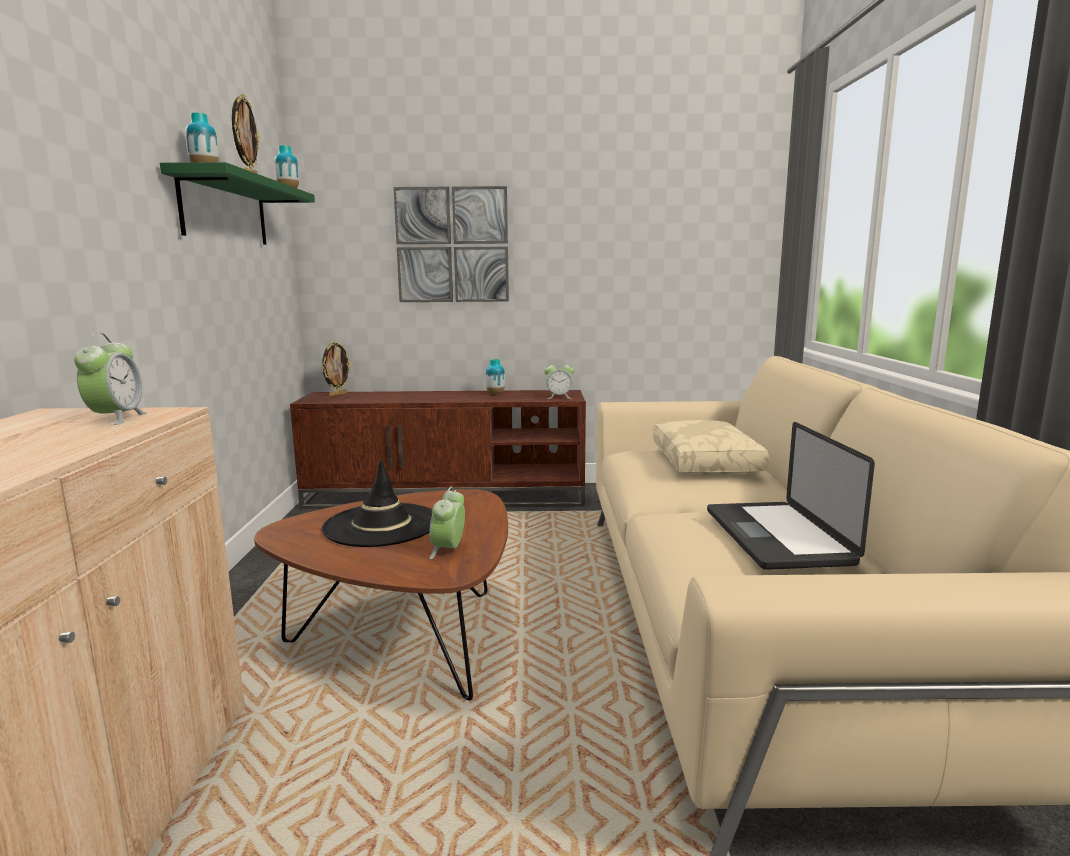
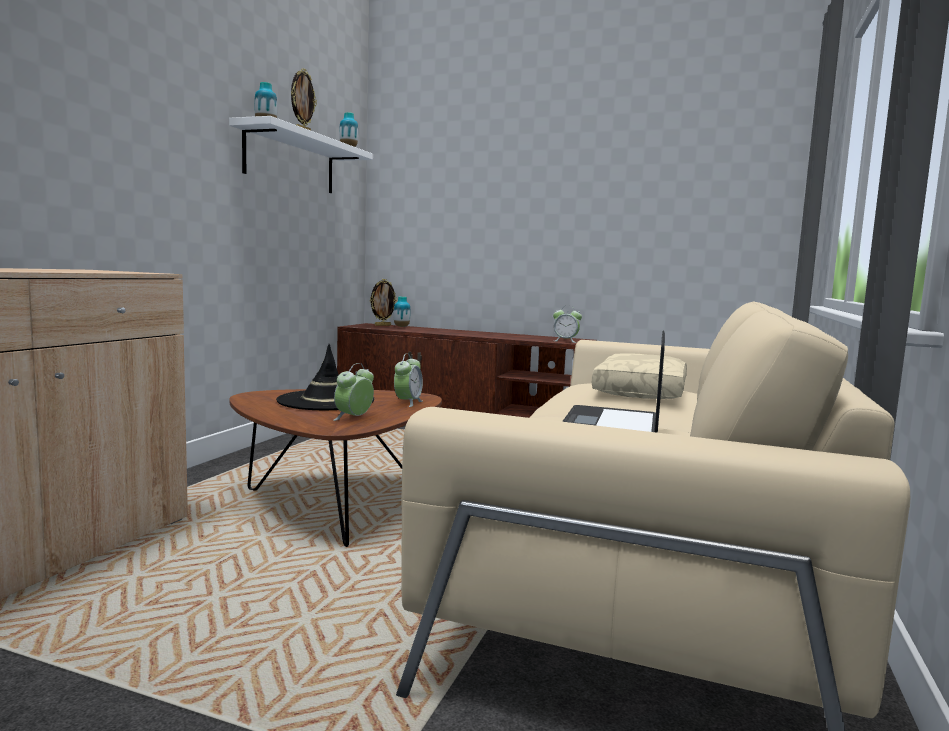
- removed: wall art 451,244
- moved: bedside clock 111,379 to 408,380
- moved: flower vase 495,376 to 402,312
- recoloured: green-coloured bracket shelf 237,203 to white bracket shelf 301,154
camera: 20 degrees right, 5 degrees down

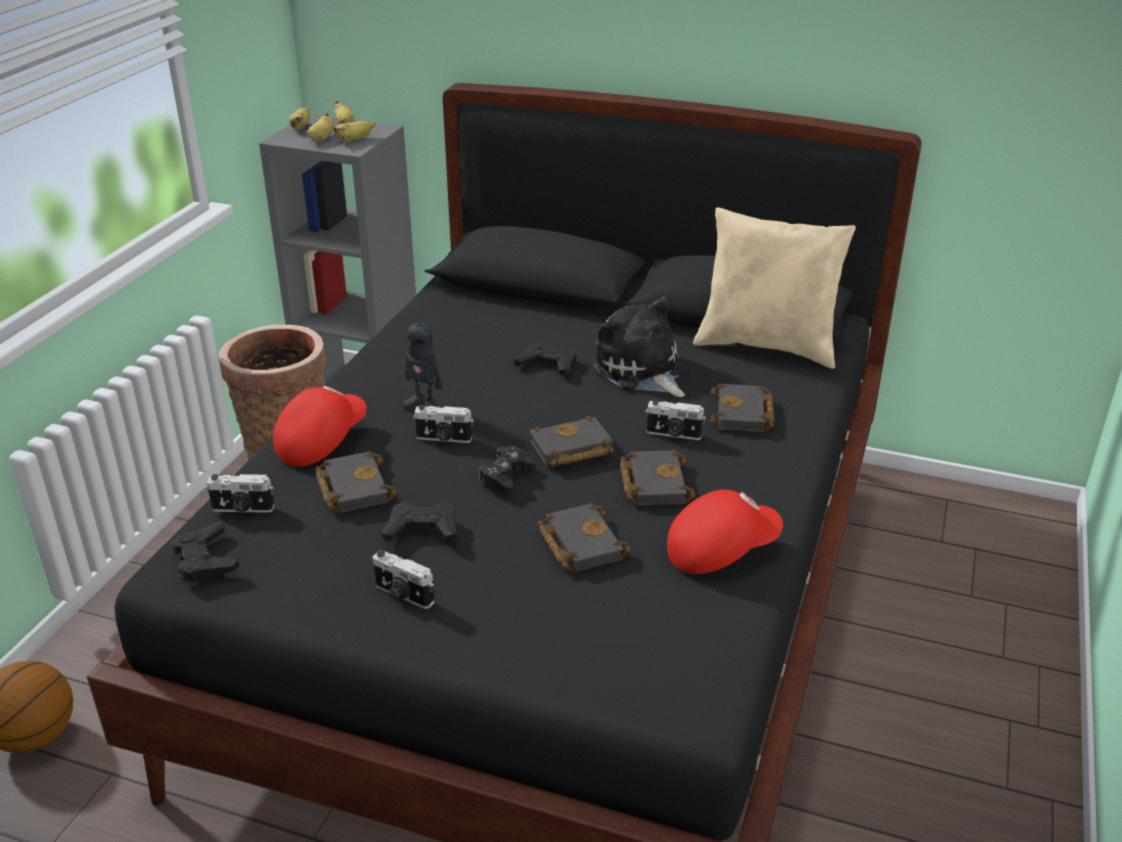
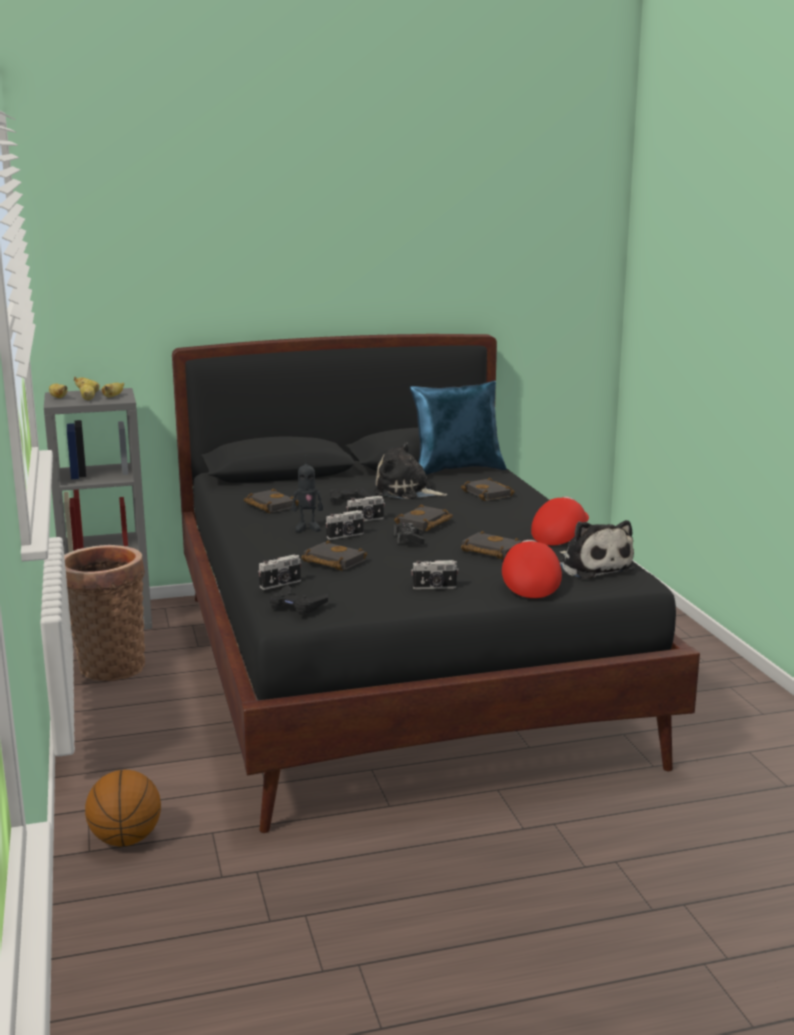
- removed: black gamepad 419,522
- added: plush toy 596,549
- moved: reddish baseball cap 320,426 to 532,569
- moved: black volume 657,478 to 271,500
- moved: still camera 675,419 to 365,508
- recoloured: beige-coloured throw pillow 774,288 to blue-coloured throw pillow 458,428
camera: 35 degrees left, 15 degrees down

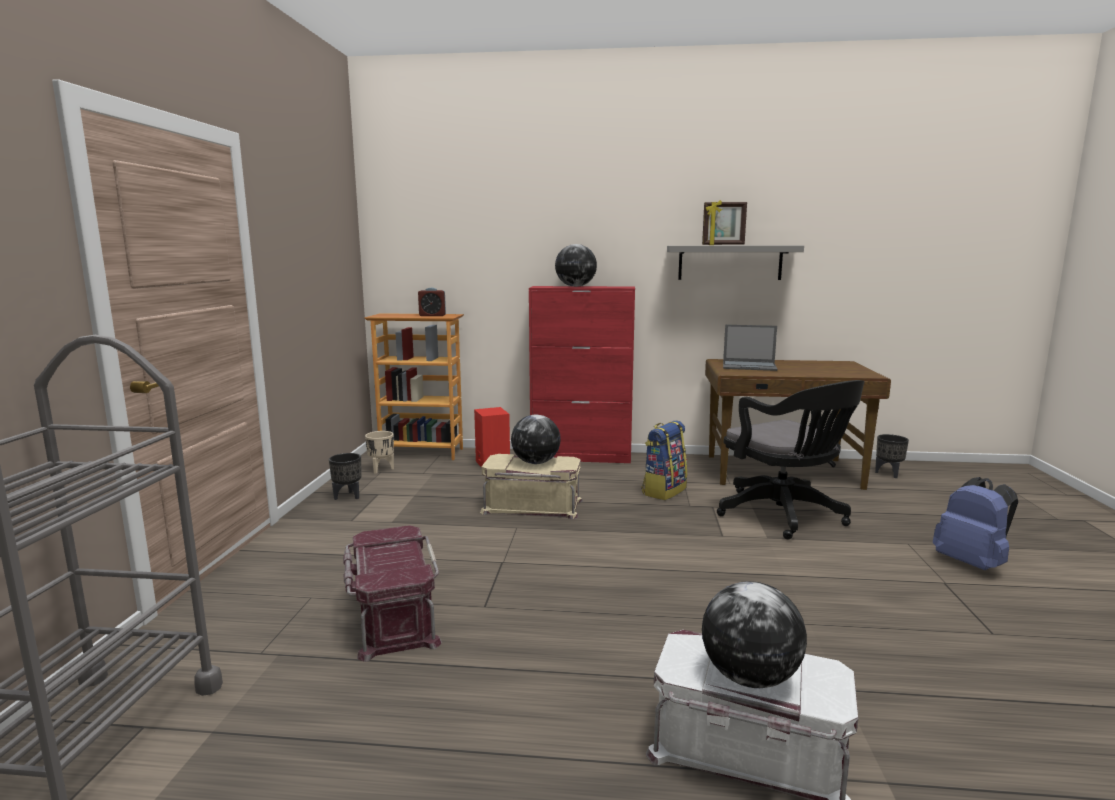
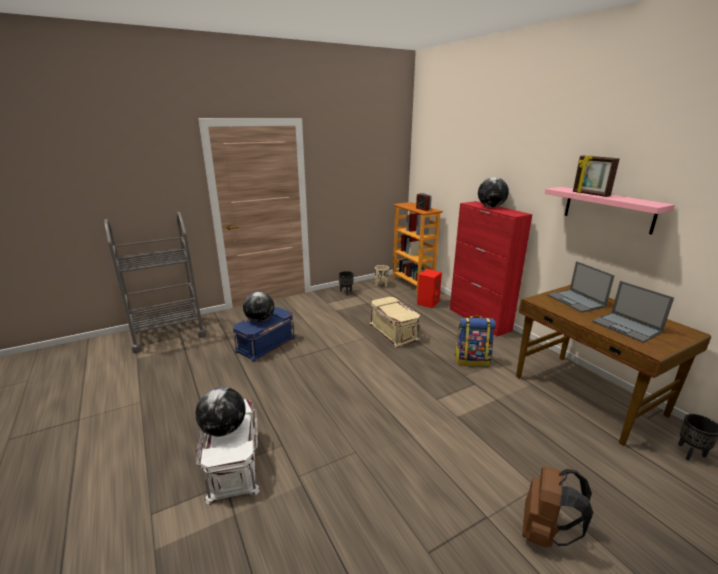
- removed: black computer chair 790,459
- added: laptop 633,312
- moved: desk globe 536,439 to 258,306
- recoloured: reddish storage container 392,593 to blue-coloured storage container 265,334
- recoloured: gray bracket shelf 735,262 to pinkish bracket shelf 610,211
- recoloured: blue-coloured knapsack 975,523 to brownish knapsack 557,507
camera: 55 degrees right, 10 degrees up

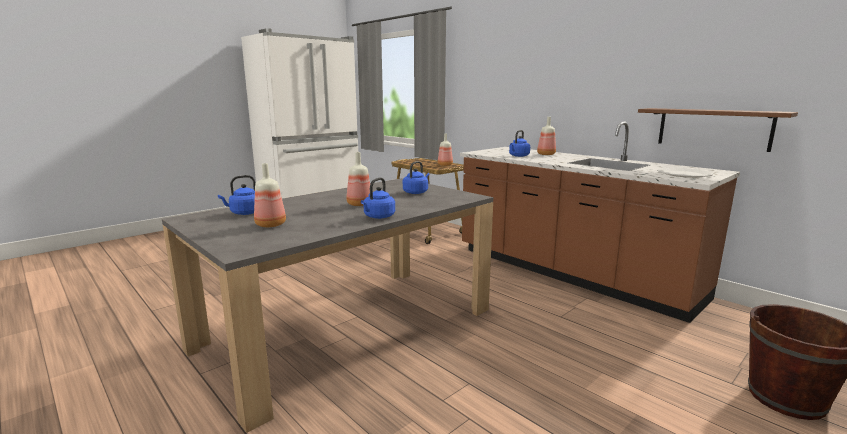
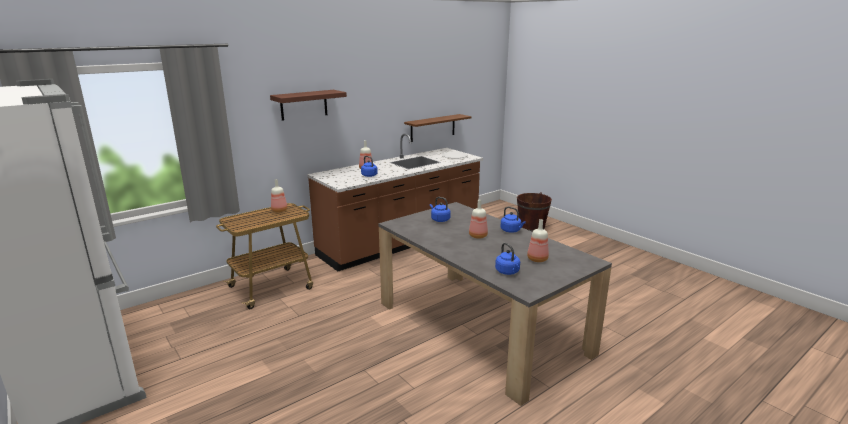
- added: bracket shelf 308,105
camera: 85 degrees left, 5 degrees up

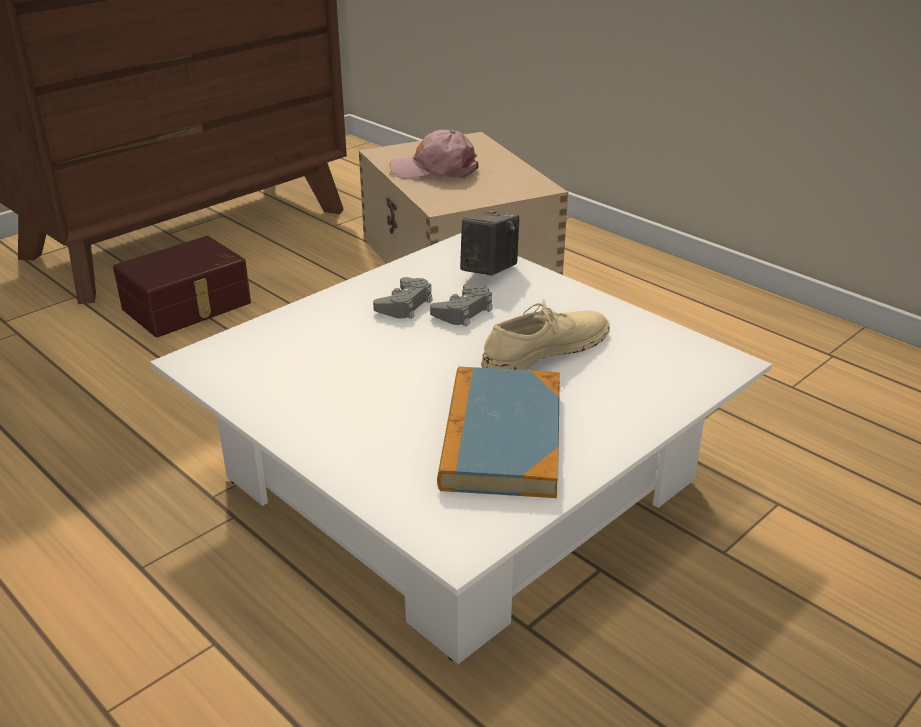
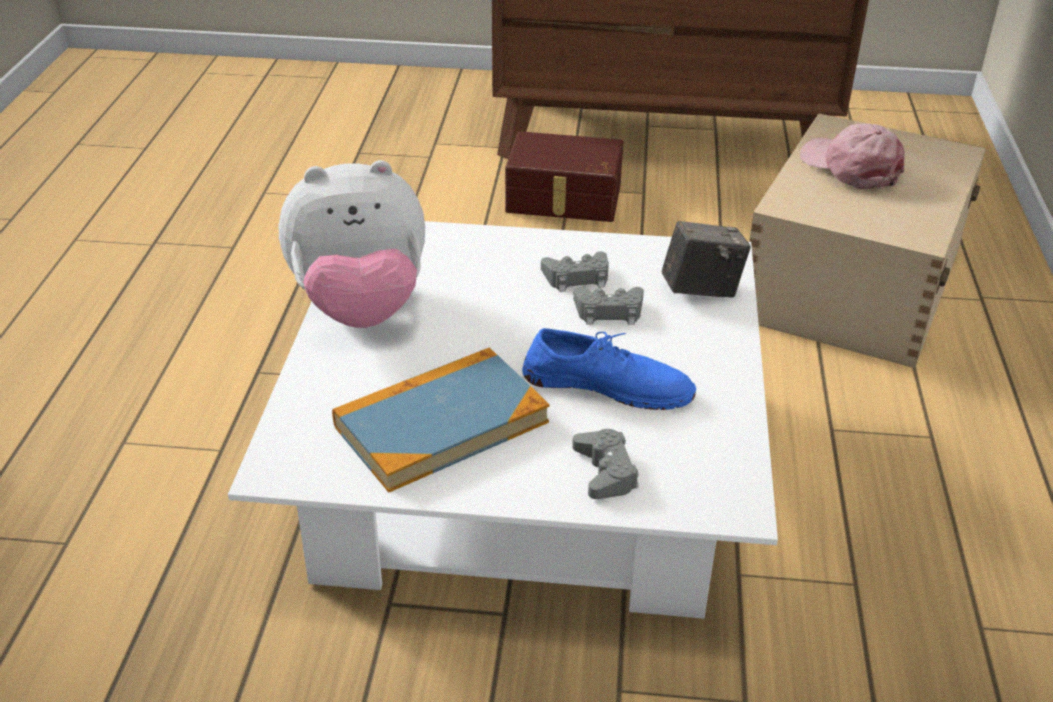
- added: plush toy 352,244
- added: gray gamepad 605,464
- recoloured: beige-coloured low shoe 545,334 to blue-coloured low shoe 609,369
camera: 50 degrees right, 5 degrees up

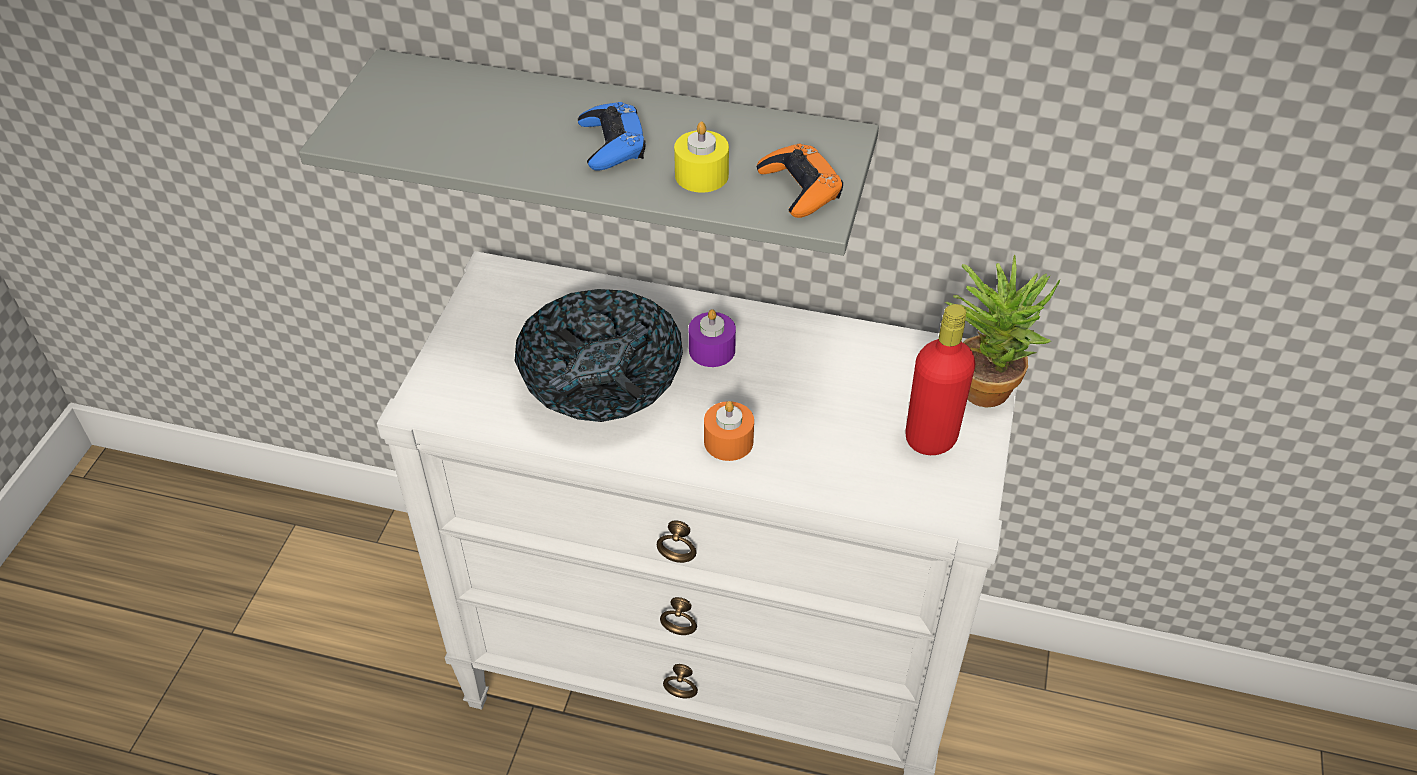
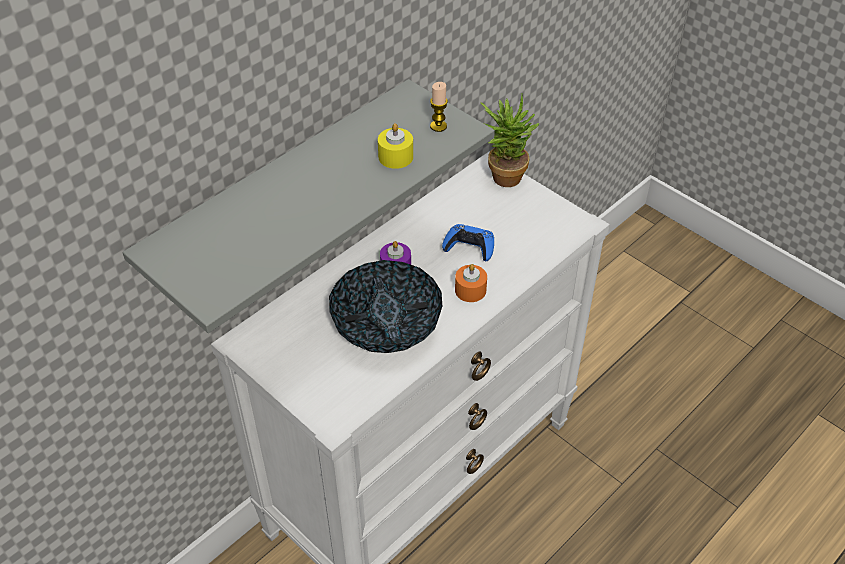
- removed: reddish drink bottle 940,379
- moved: blue-coloured gamepad 612,136 to 468,242
- replaced: orange gamepad 799,181 to wax candle 439,107
camera: 60 degrees left, 0 degrees up

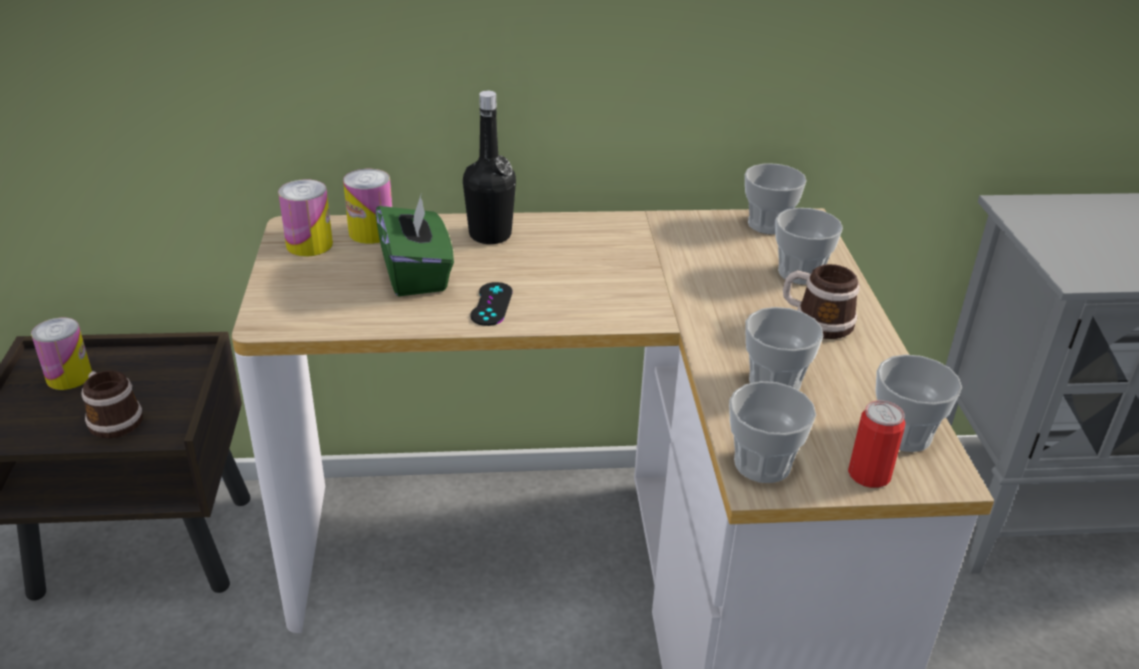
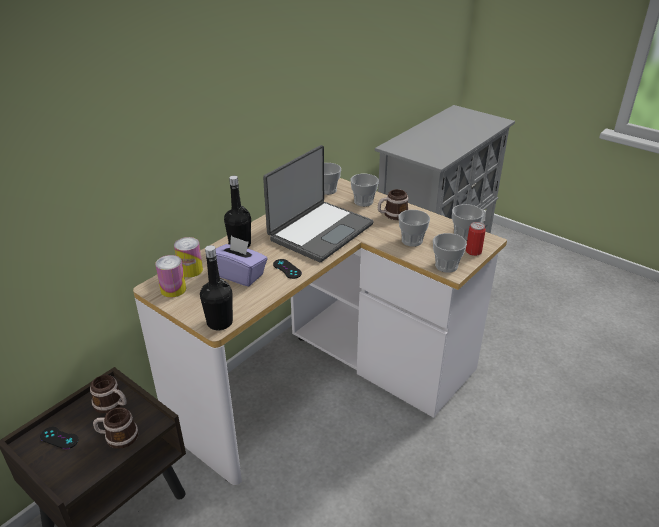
- added: mug 108,394
- added: black drink bottle 216,287
- added: laptop 318,203
- replaced: can 61,354 to black gamepad 59,438
- recoloured: green-coloured tissue box 415,245 to purple tissue box 242,261
camera: 45 degrees left, 0 degrees up

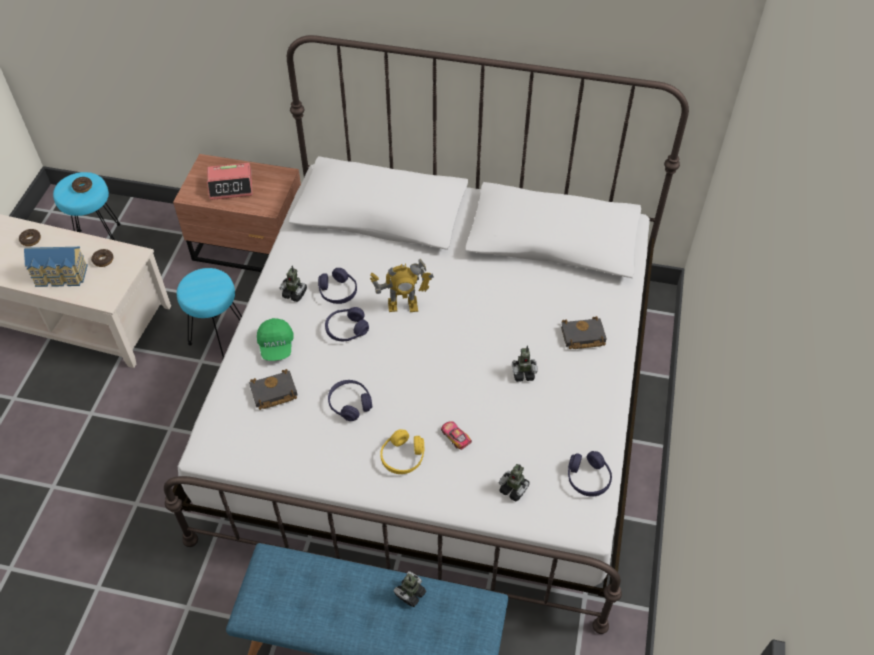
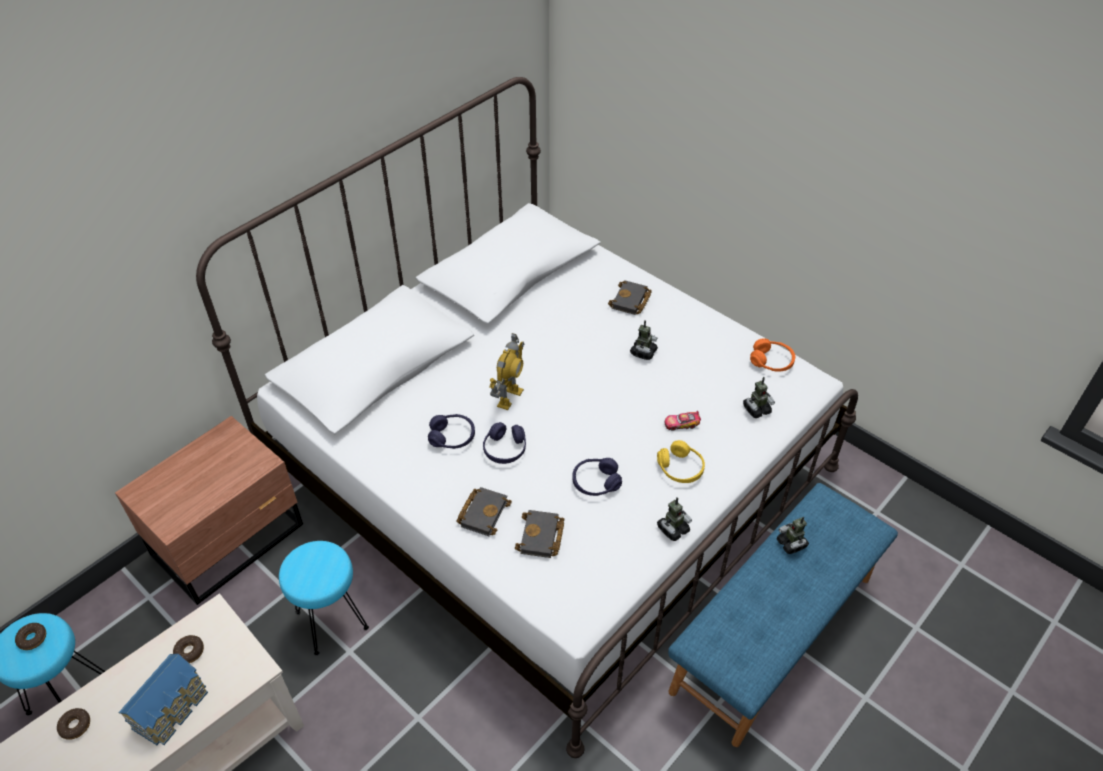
- removed: bedside clock 230,181
- moved: model robot 293,283 to 674,519
- replaced: green-coloured baseball cap 275,339 to black volume 484,511
- recoloured: purple headphones 590,474 to orange headphones 772,354
camera: 60 degrees left, 5 degrees down

